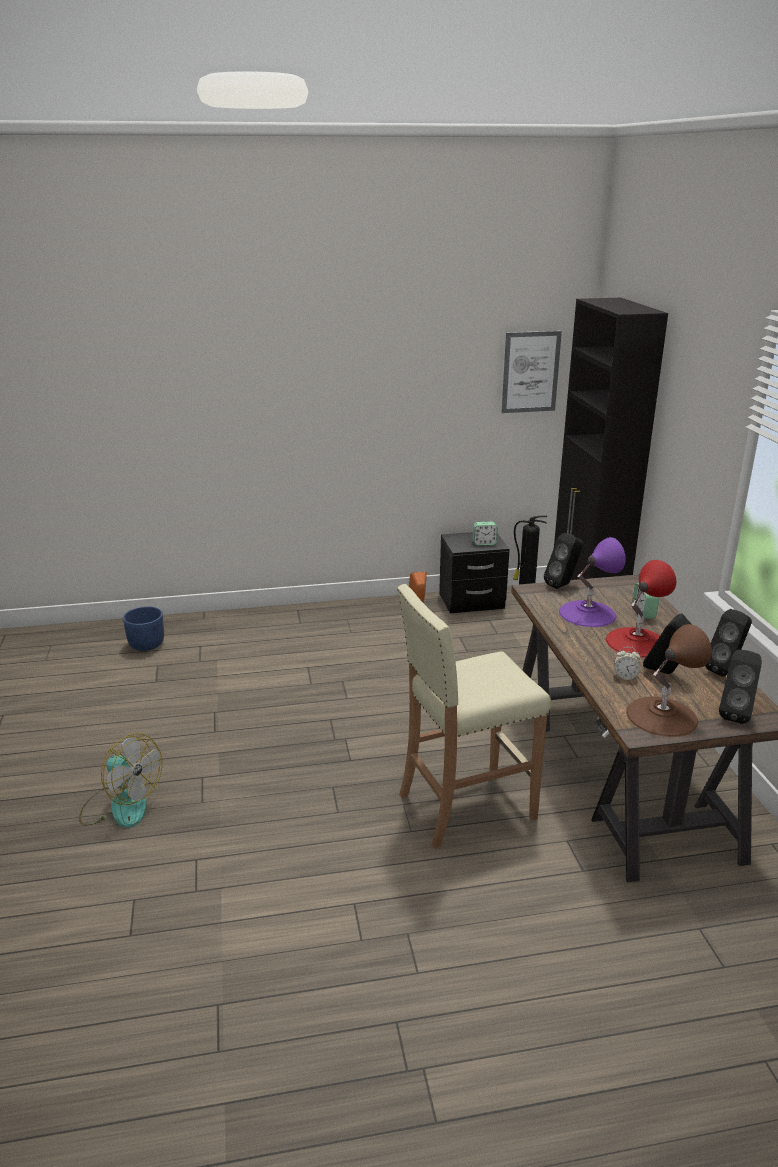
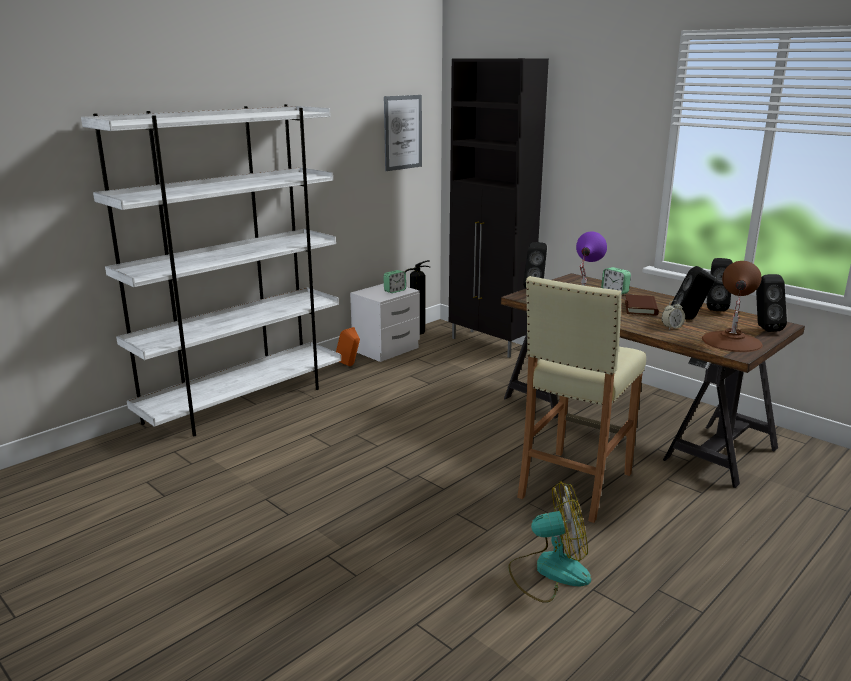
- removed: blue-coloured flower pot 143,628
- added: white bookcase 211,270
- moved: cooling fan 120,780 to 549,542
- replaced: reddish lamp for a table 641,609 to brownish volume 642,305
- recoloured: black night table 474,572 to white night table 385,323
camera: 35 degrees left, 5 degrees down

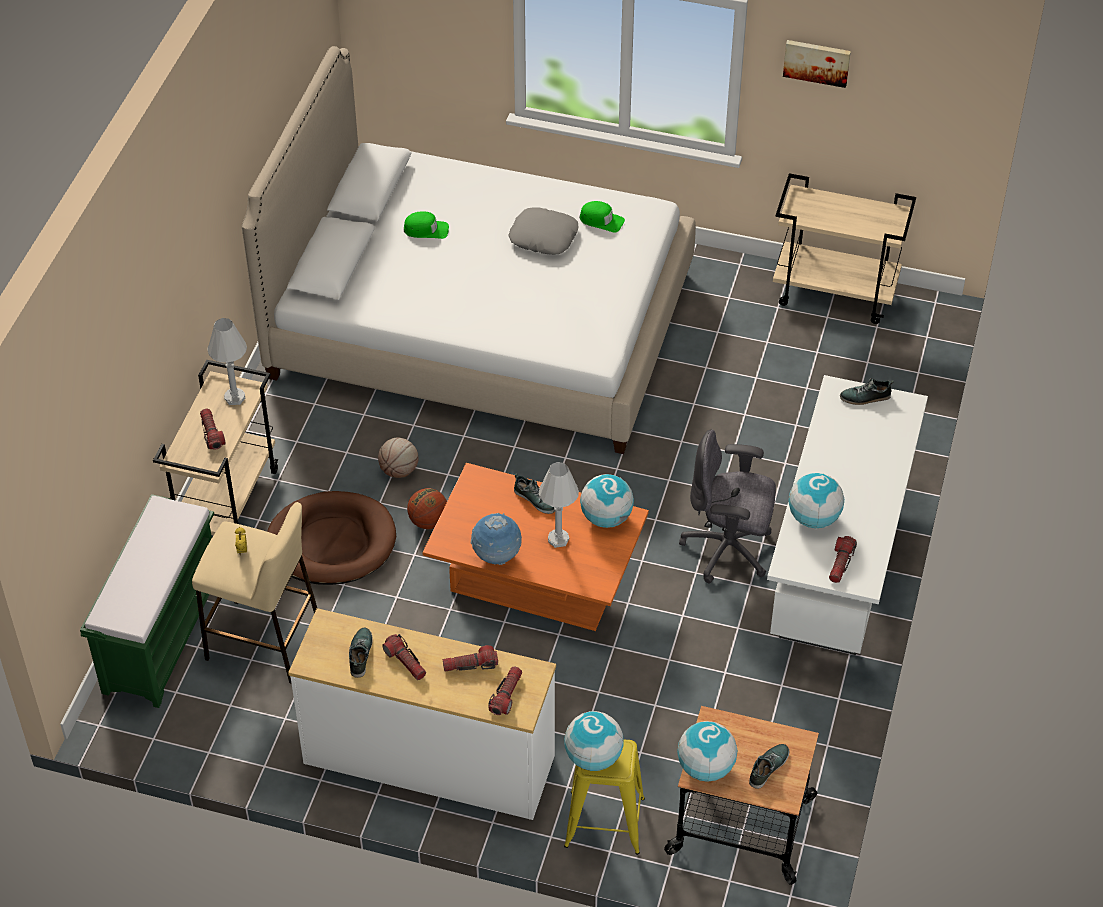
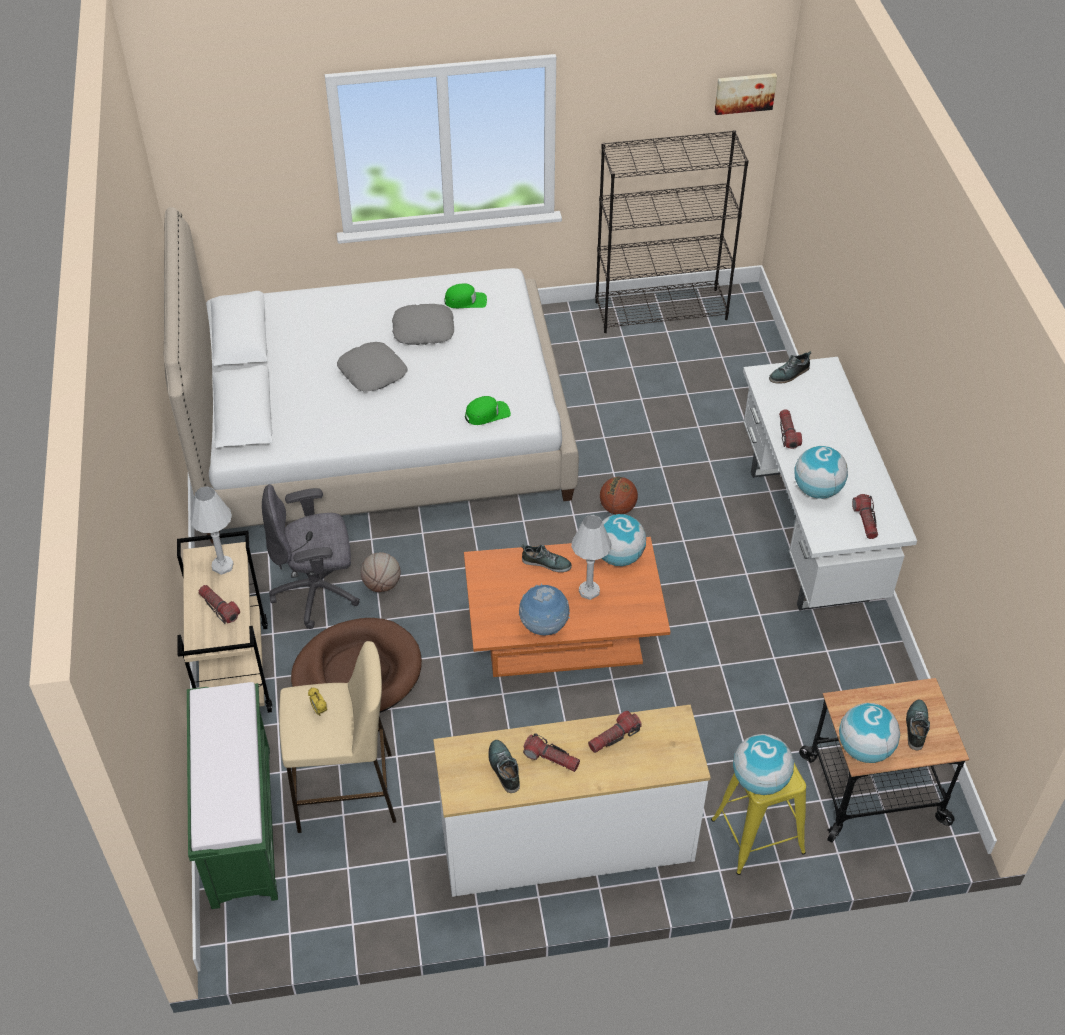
- added: gray throw pillow 372,367
- moved: green-coloured baseball cap 426,225 to 488,410
- moved: basketball 427,508 to 619,495
- moved: flashlight 505,690 to 790,429
- moved: gray computer chair 727,506 to 311,556
- moved: wall art 817,64 to 746,94
- replaced: beige-coloured trolley 844,248 to black bookcase 672,231
camera: 25 degrees left, 0 degrees up

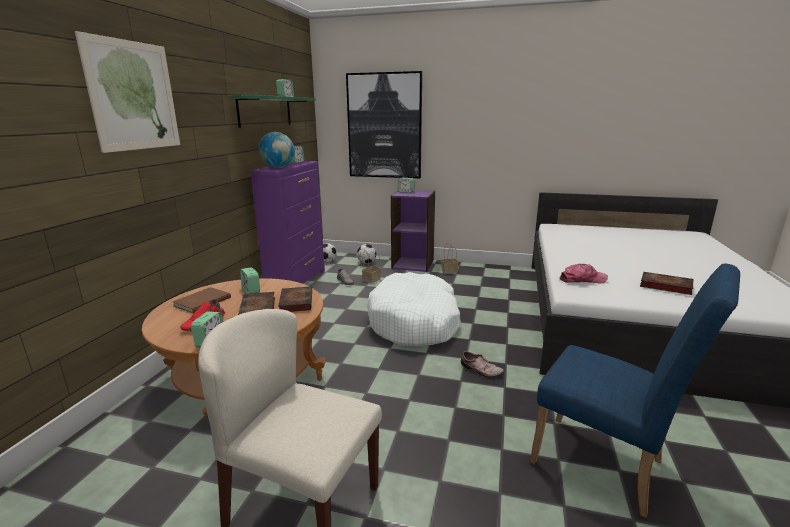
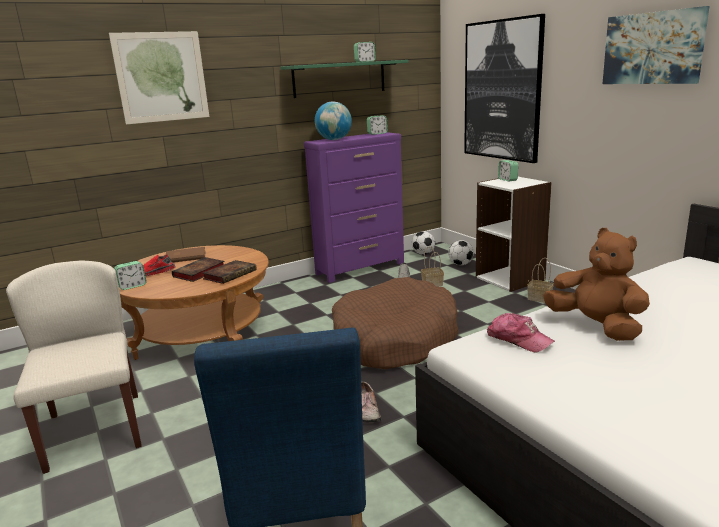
- removed: bedside clock 250,280
- removed: volume 666,283
- added: brownish plush toy 596,284
- added: wall art 656,45
- recoloured: white dog bed 414,309 to brownish dog bed 395,323
- recoloured: purple bookcase 413,231 to white bookcase 514,234
camera: 45 degrees right, 0 degrees up

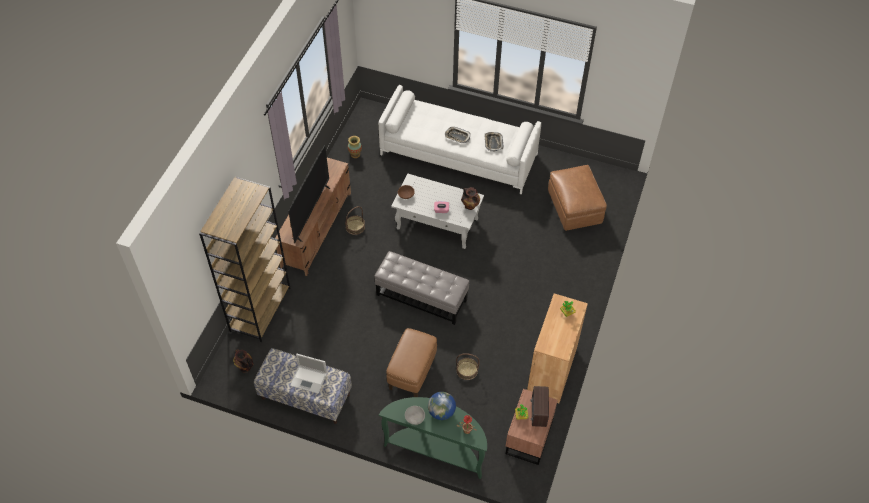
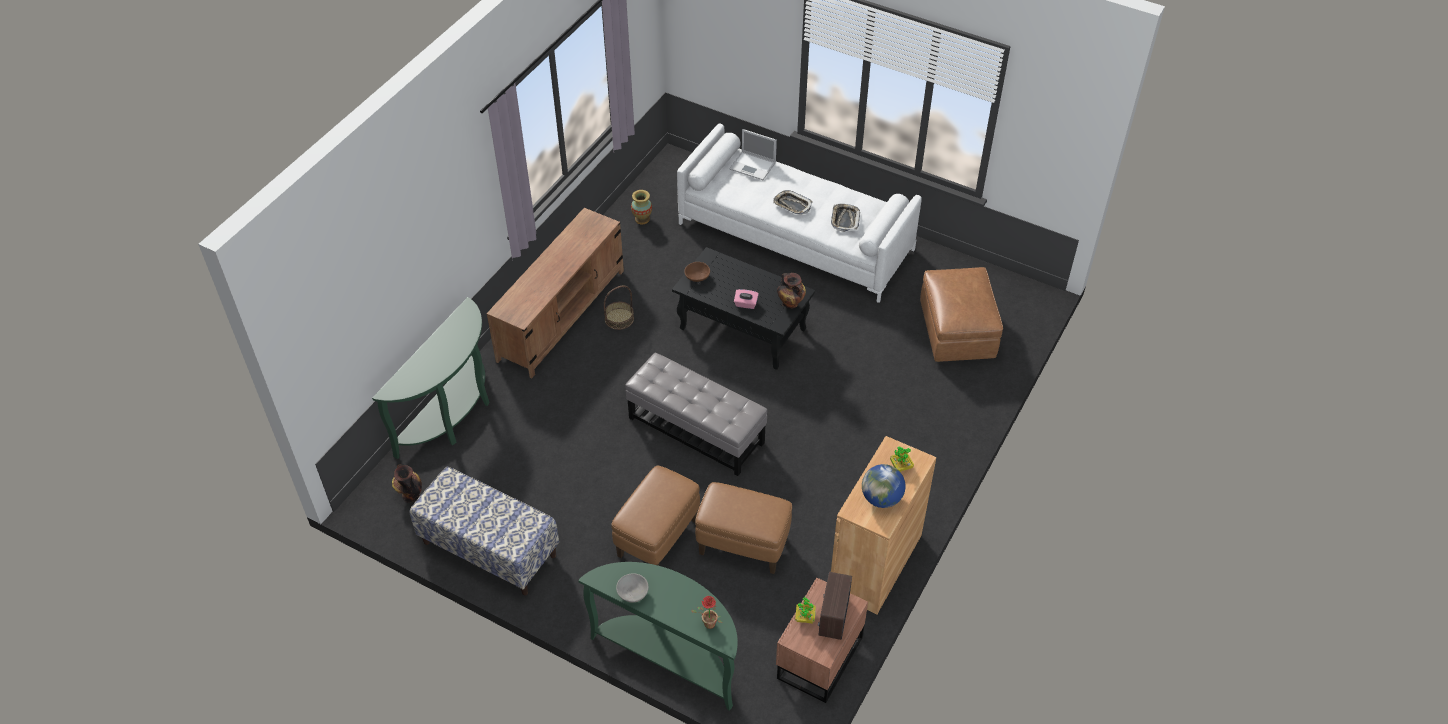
- removed: television 309,194
- moved: laptop 308,374 to 753,154
- moved: desk globe 442,406 to 883,486
- replaced: brownish bookcase 244,259 to green-coloured console table 430,378
- replaced: storage basket 468,366 to brownish footrest 743,528
- recoloured: white lounge table 437,211 to black lounge table 743,308
camera: 10 degrees right, 5 degrees down

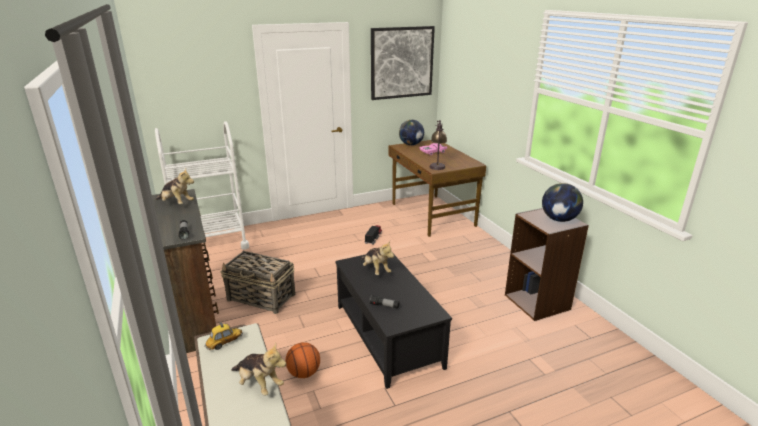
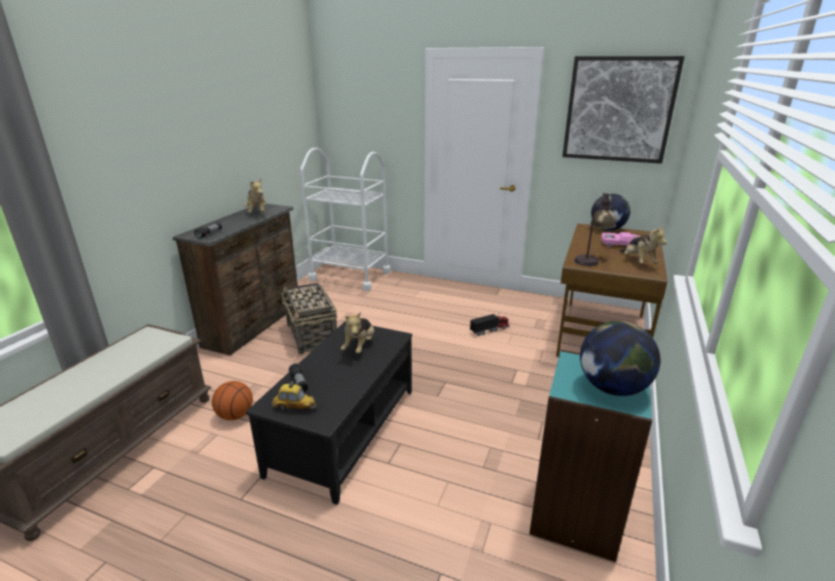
- moved: miniature car 224,336 to 294,396
- moved: plush toy 258,369 to 643,245
- recoloured: brownish bookcase 547,264 to blue-green bookcase 590,456
camera: 45 degrees right, 0 degrees up

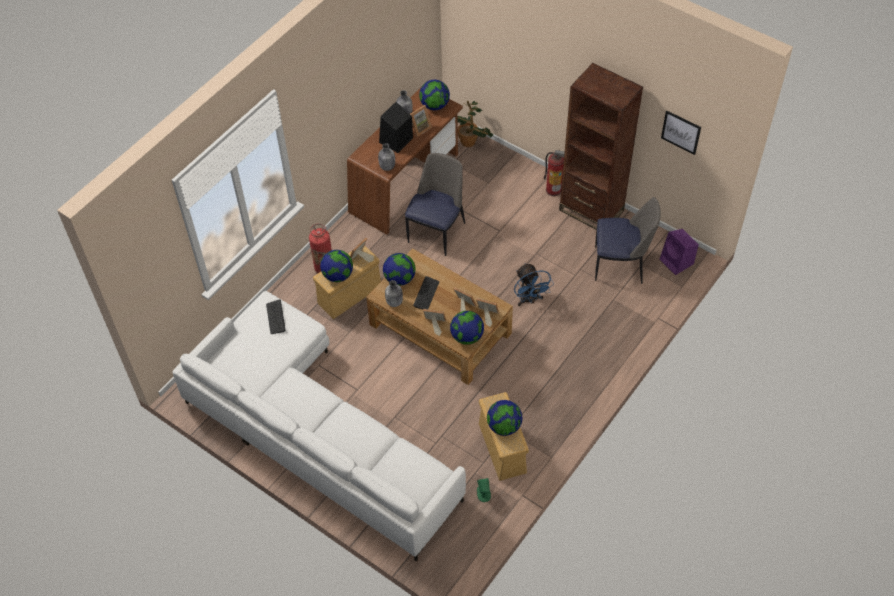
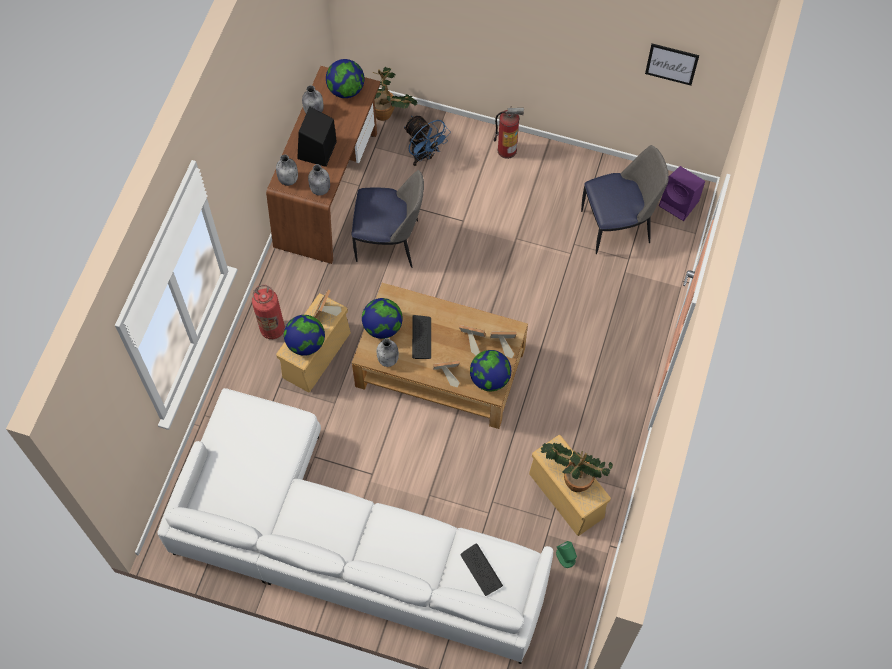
- removed: picture frame 421,121
- removed: brownish bookcase 601,146
- added: gray drink bottle 287,170
- moved: PC keyboard 276,316 to 481,569
- moved: blue-coloured cooling fan 534,284 to 427,141
- replaced: desk globe 504,418 to plant in a pot 577,467
- turned: plain chair 435,204 = 388,219 90 degrees clockwise
camera: 20 degrees left, 10 degrees up

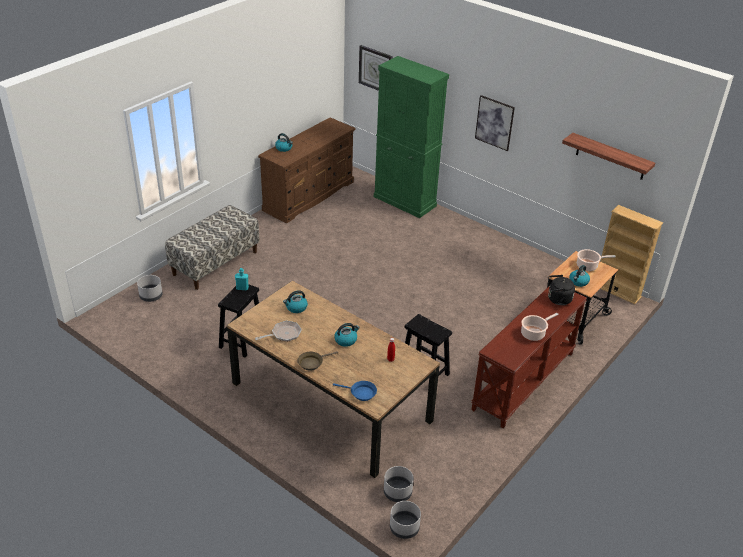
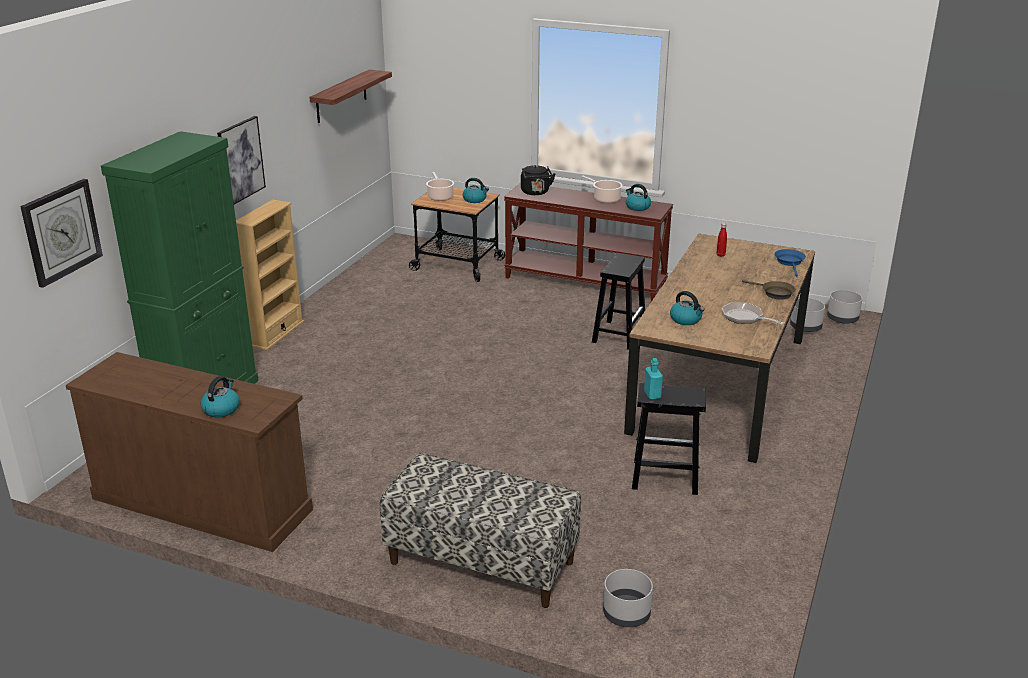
- moved: water kettle 347,335 to 638,197
- moved: beige-coloured bookcase 631,254 to 270,274
camera: 105 degrees left, 10 degrees down

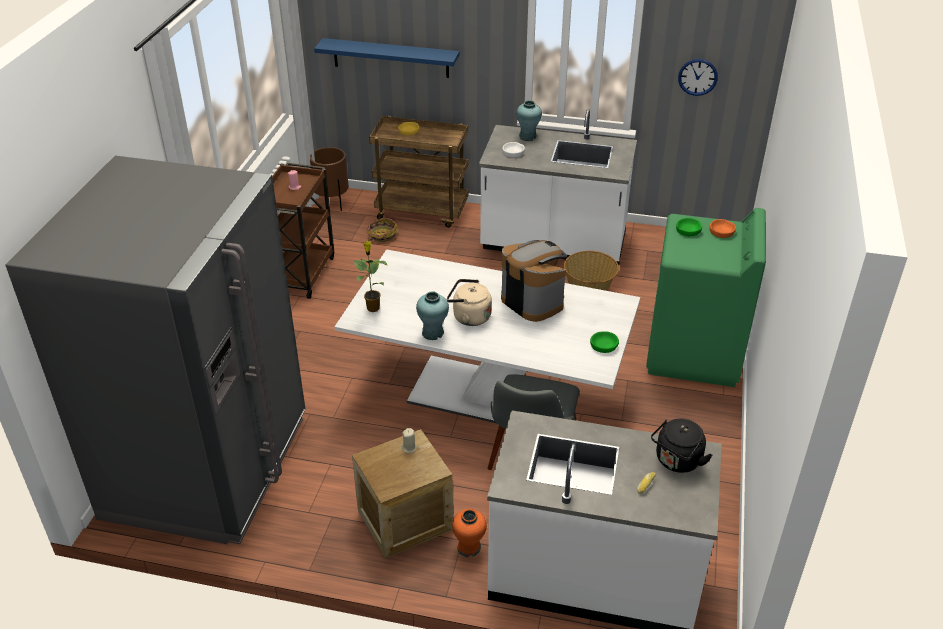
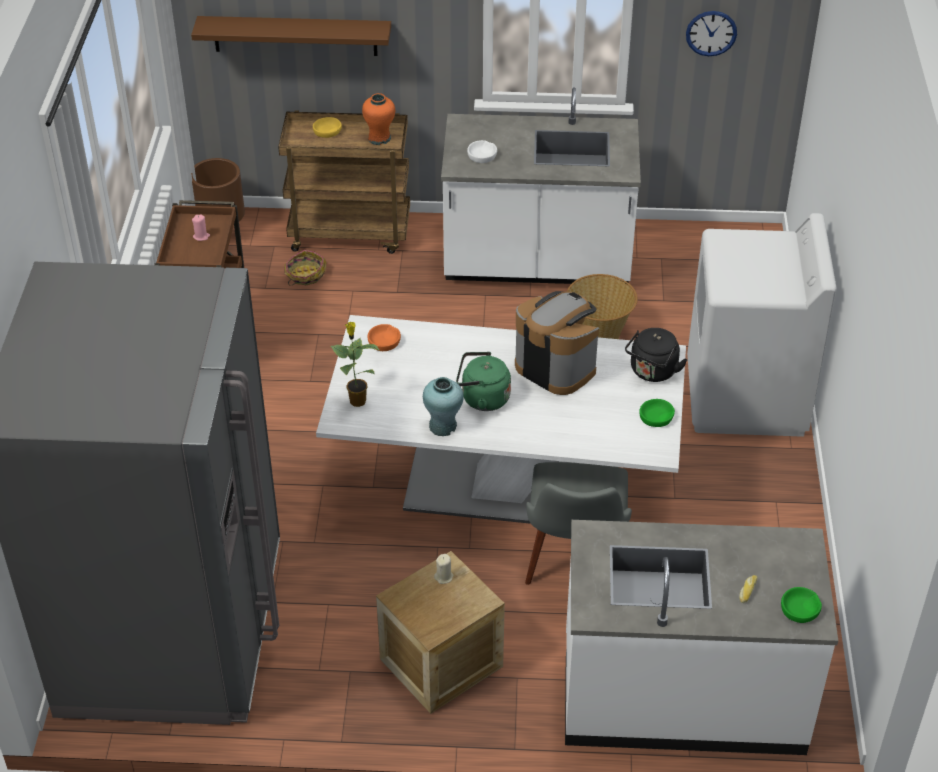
- removed: blue-green flower vase 529,120
- moved: orange flower vase 469,533 to 378,119
- moved: black water kettle 681,446 to 656,355
- moved: green-coloured serving bowl 689,227 to 801,605
- moved: orange serving bowl 722,228 to 384,337
- recoloured: blue-coloured bracket shelf 386,58 to brownish bracket shelf 291,36
- recoloured: beige-coloured water kettle 469,302 to green-coloured water kettle 483,381
- recoloured: green-coloured laundry appliance 706,297 to white laundry appliance 762,325
camera: 10 degrees left, 5 degrees up

